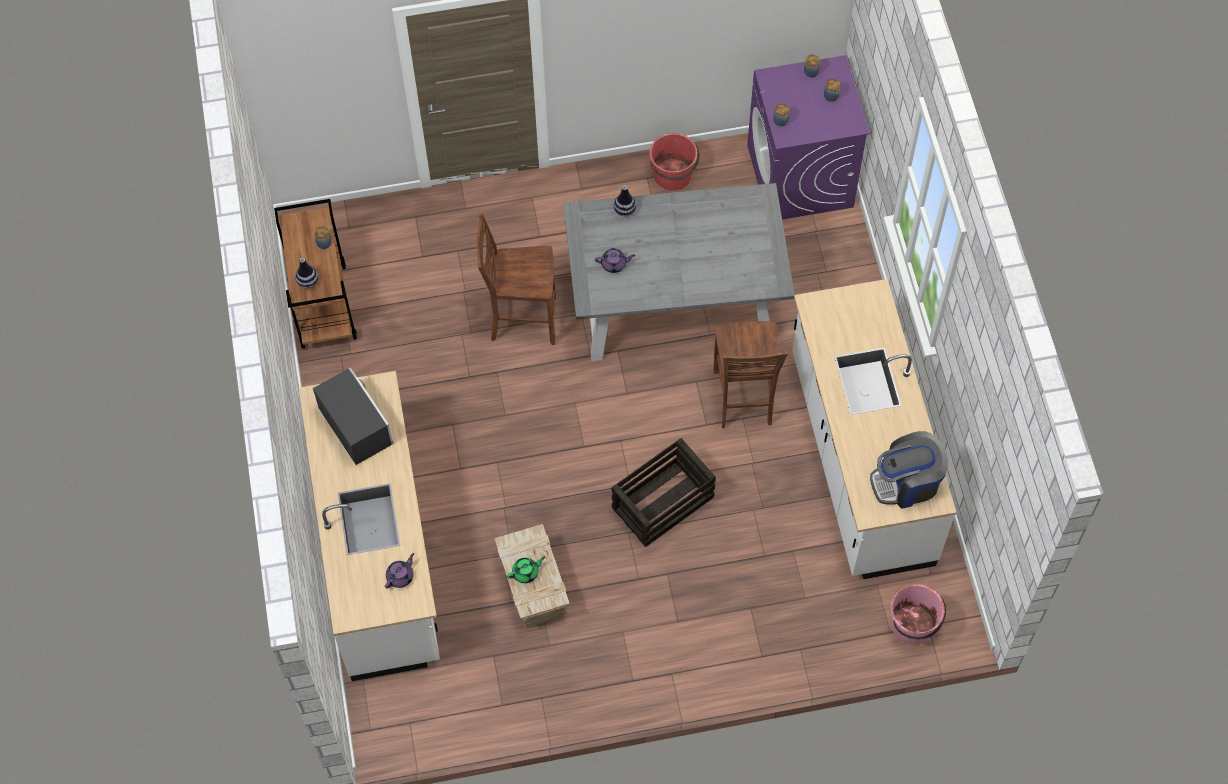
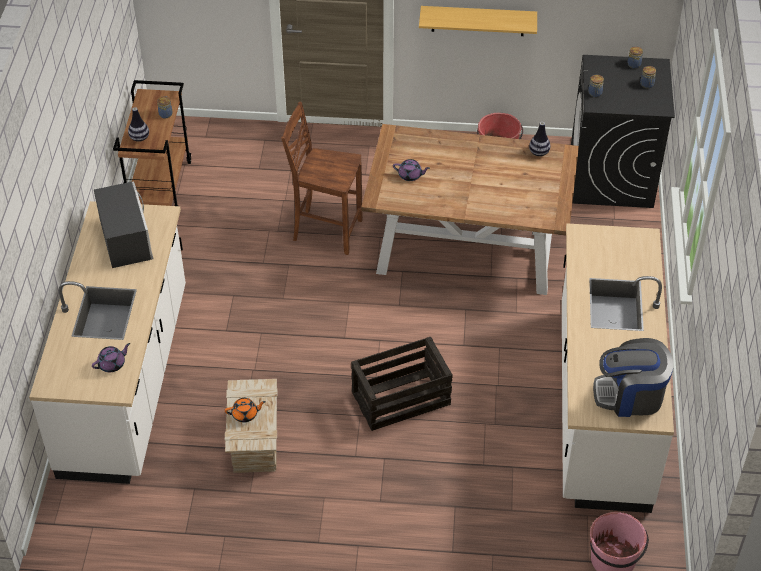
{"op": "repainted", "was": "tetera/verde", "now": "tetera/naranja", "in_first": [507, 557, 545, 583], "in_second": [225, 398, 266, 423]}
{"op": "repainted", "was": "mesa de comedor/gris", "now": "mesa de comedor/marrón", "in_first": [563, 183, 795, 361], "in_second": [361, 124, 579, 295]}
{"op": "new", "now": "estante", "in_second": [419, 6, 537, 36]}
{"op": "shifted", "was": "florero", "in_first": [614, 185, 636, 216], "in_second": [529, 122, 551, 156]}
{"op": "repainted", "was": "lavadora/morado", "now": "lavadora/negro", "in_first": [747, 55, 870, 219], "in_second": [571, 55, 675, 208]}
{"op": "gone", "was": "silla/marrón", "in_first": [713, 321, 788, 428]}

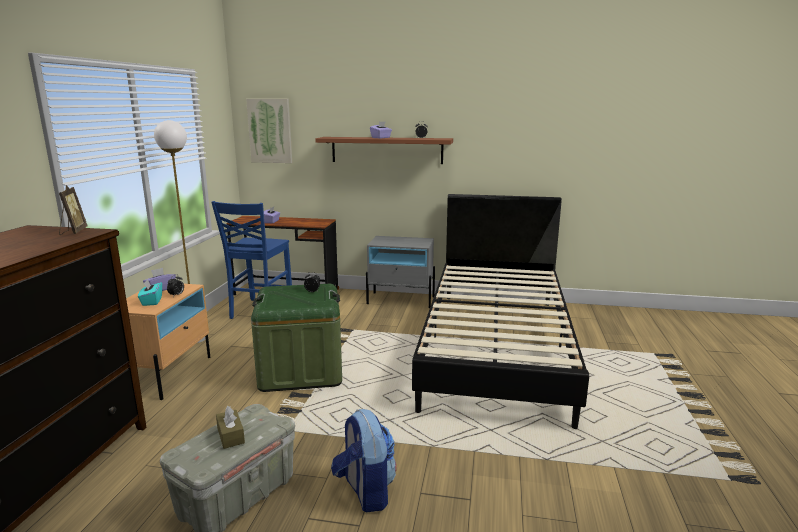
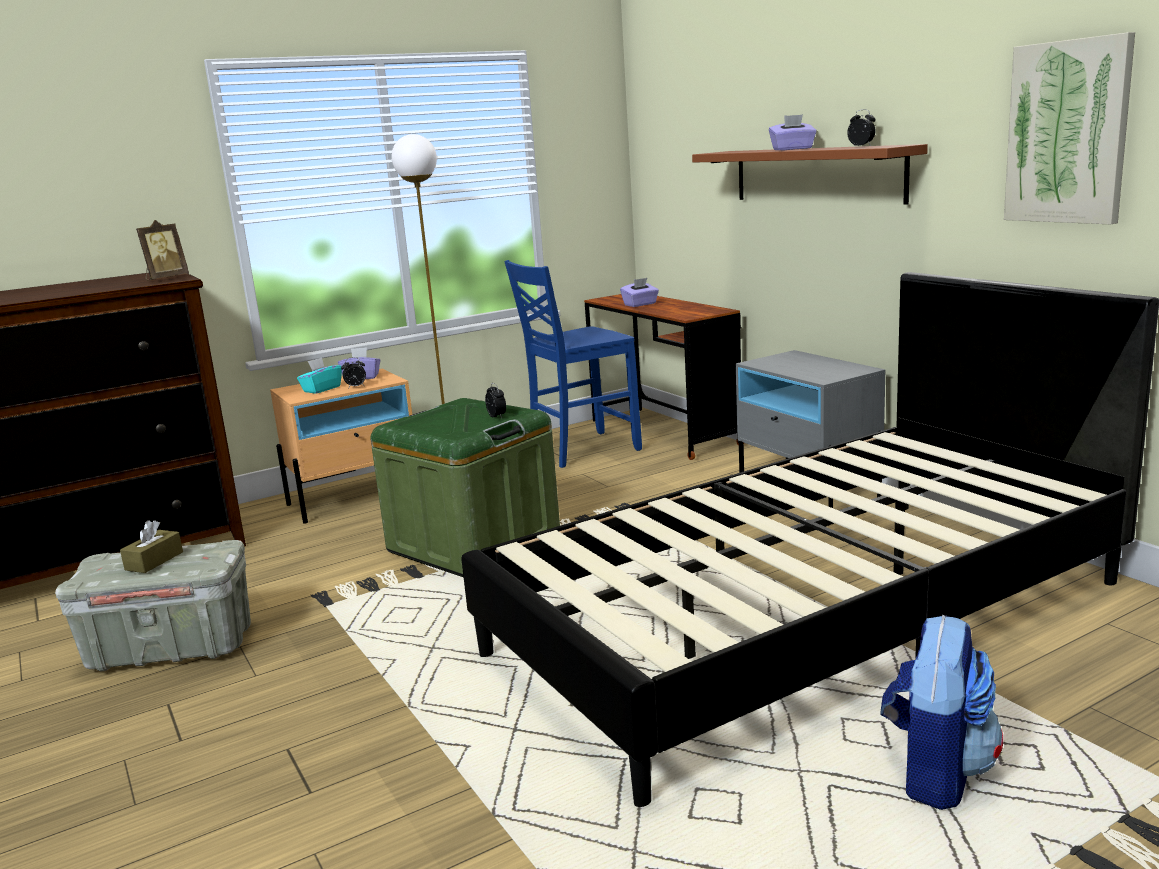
{"op": "shifted", "was": "mochila", "in_first": [331, 409, 396, 512], "in_second": [880, 614, 1003, 810]}
{"op": "shifted", "was": "cuadro", "in_first": [246, 99, 292, 163], "in_second": [1004, 32, 1135, 224]}

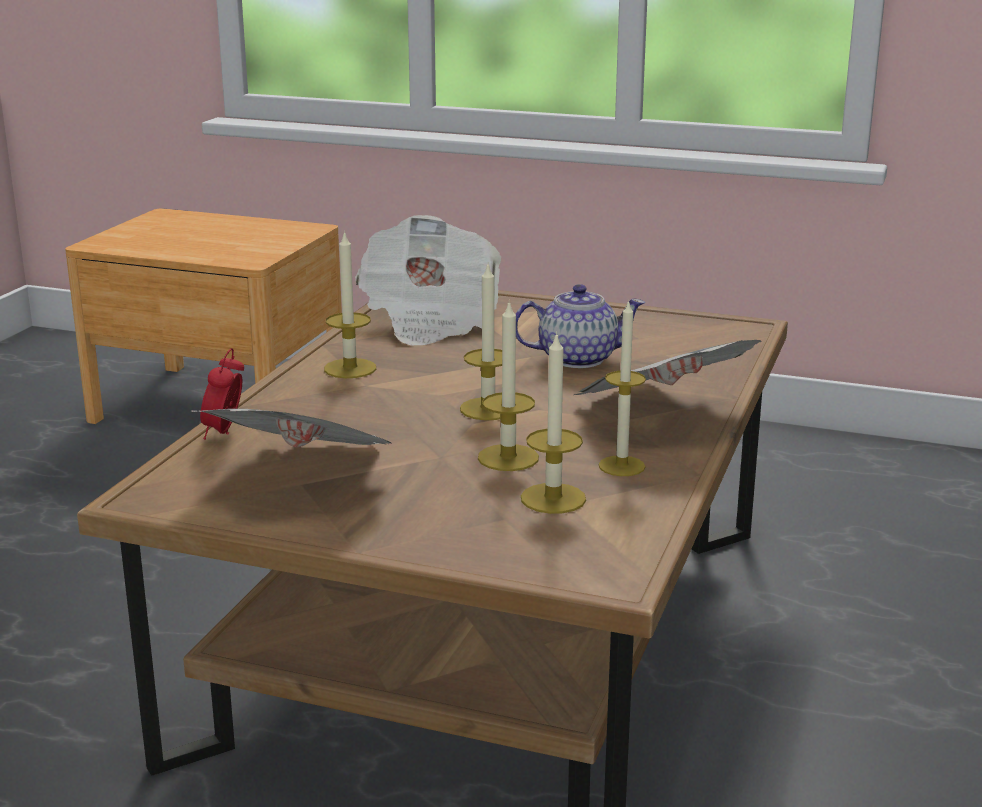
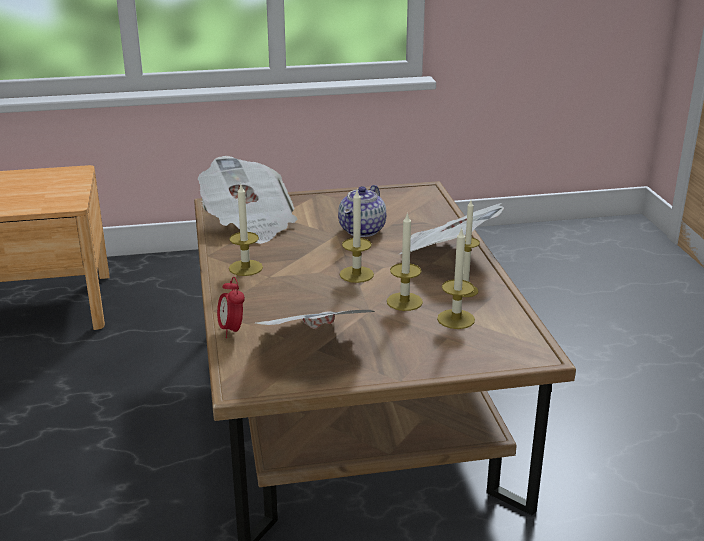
{"op": "rotated", "was": "tetera", "in_first": [516, 284, 646, 368], "in_second": [338, 185, 386, 237], "clockwise": 150}

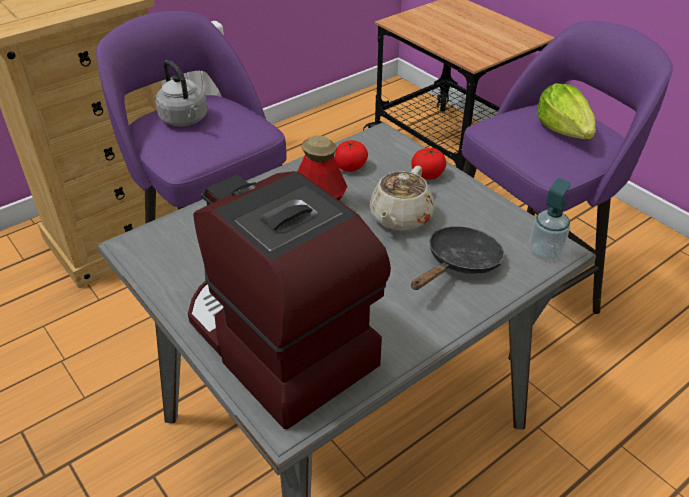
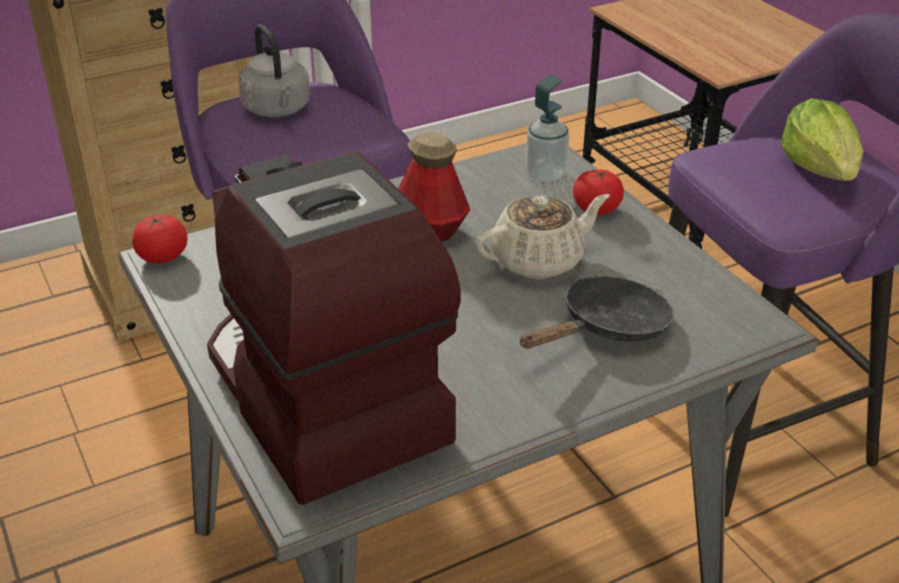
{"op": "shifted", "was": "tomate", "in_first": [335, 140, 368, 172], "in_second": [132, 215, 187, 264]}
{"op": "rotated", "was": "tetera/beis", "in_first": [369, 166, 434, 231], "in_second": [474, 194, 609, 280], "clockwise": -150}
{"op": "shifted", "was": "dispensador de jabón", "in_first": [529, 178, 571, 261], "in_second": [526, 75, 569, 182]}

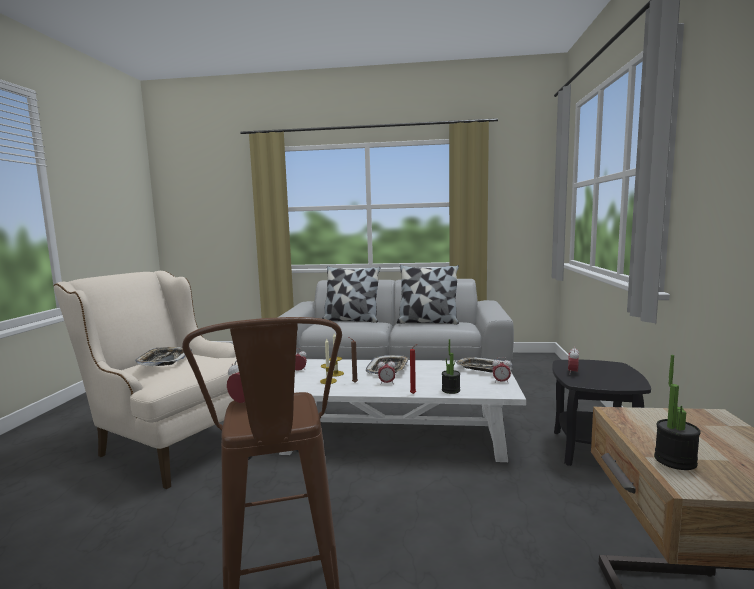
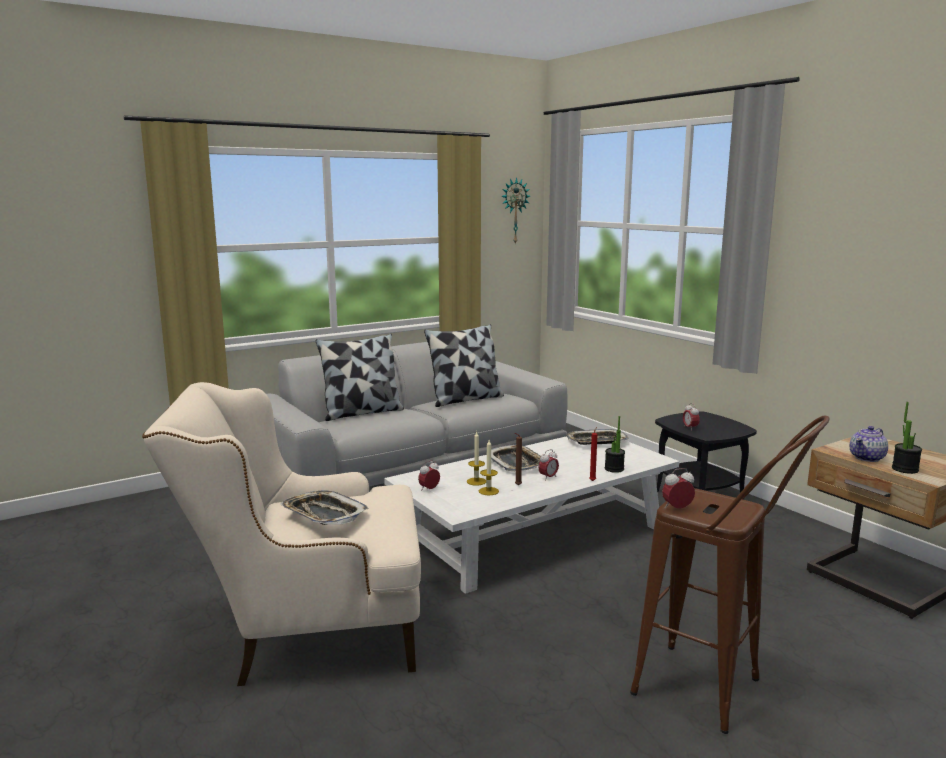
{"op": "new", "now": "reloj de pared", "in_second": [501, 177, 530, 245]}
{"op": "new", "now": "tetera", "in_second": [850, 426, 888, 462]}
{"op": "gone", "was": "despertador", "in_first": [492, 357, 511, 382]}

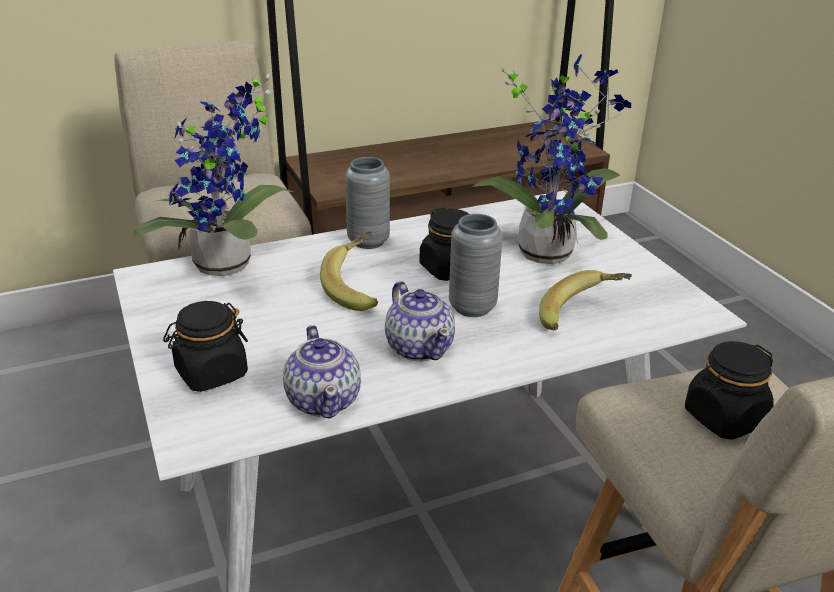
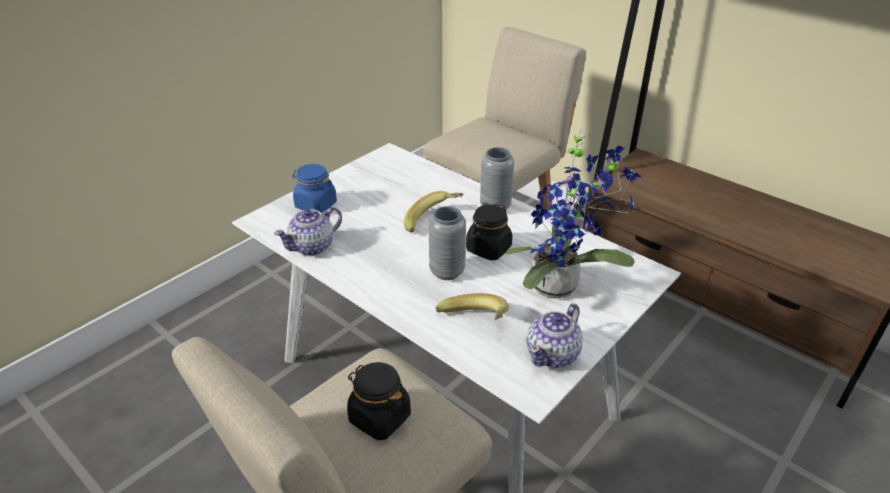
{"op": "repainted", "was": "tarro/negro", "now": "tarro/azul", "in_first": [163, 301, 248, 392], "in_second": [292, 164, 337, 213]}
{"op": "shifted", "was": "tetera", "in_first": [385, 281, 455, 361], "in_second": [526, 304, 583, 368]}
{"op": "gone", "was": "planta en maceta", "in_first": [133, 74, 293, 276]}

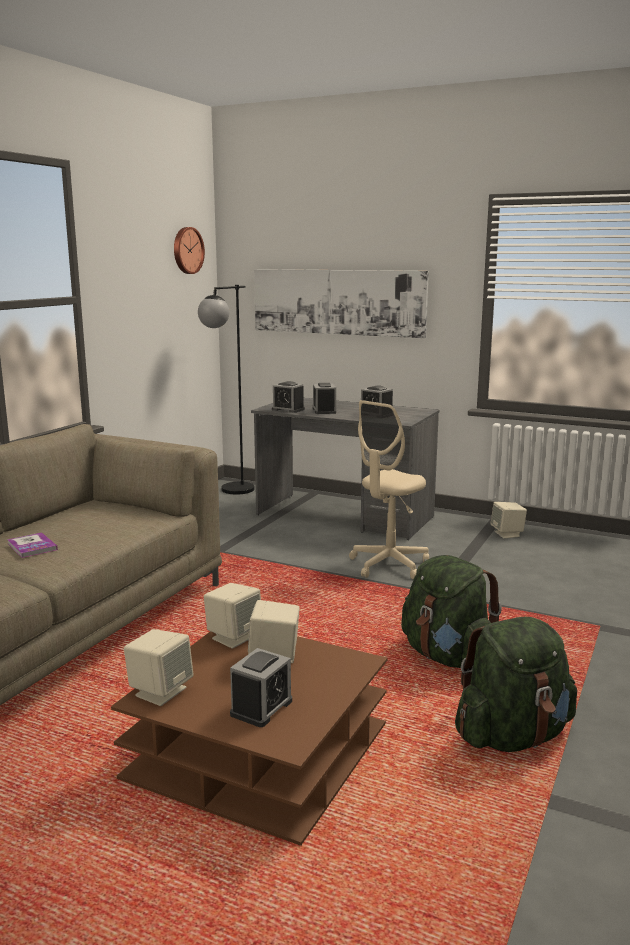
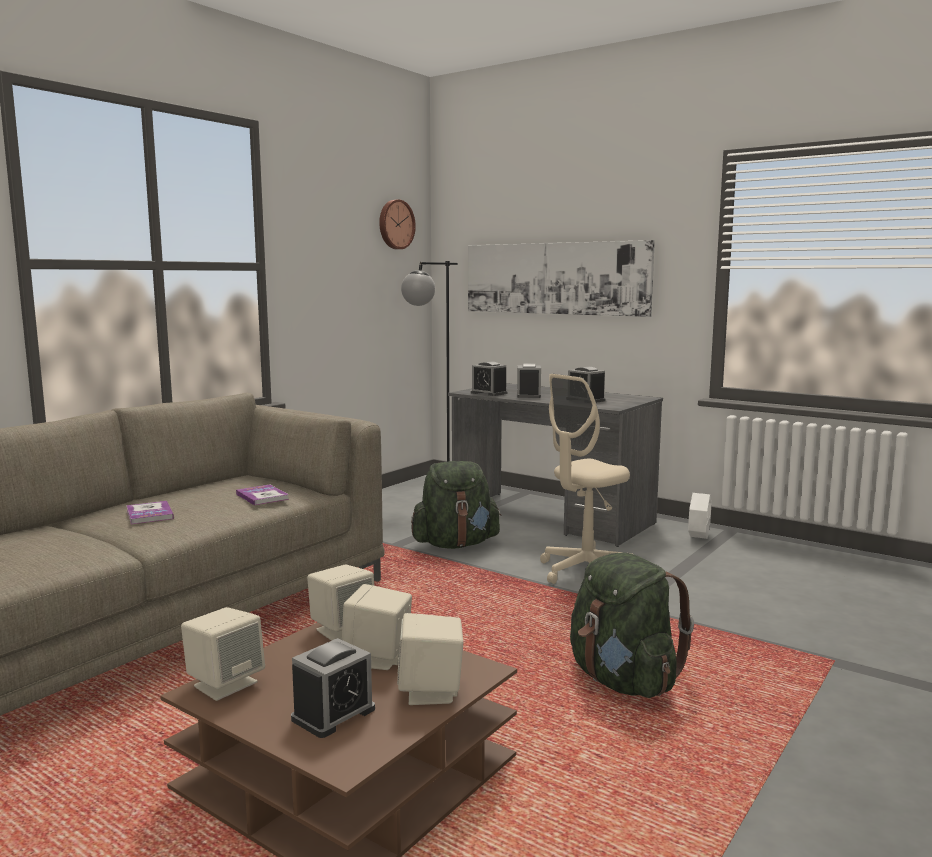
{"op": "new", "now": "libro", "in_second": [236, 484, 289, 505]}
{"op": "shifted", "was": "altavoz/beis", "in_first": [490, 502, 527, 538], "in_second": [397, 613, 463, 705]}
{"op": "shifted", "was": "mochila/verde", "in_first": [455, 617, 577, 752], "in_second": [411, 461, 502, 549]}
{"op": "new", "now": "maceta/blanco", "in_second": [688, 493, 712, 539]}

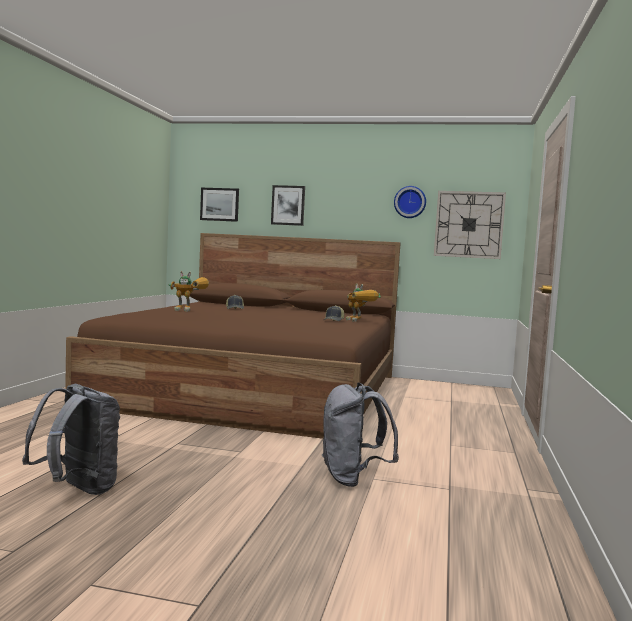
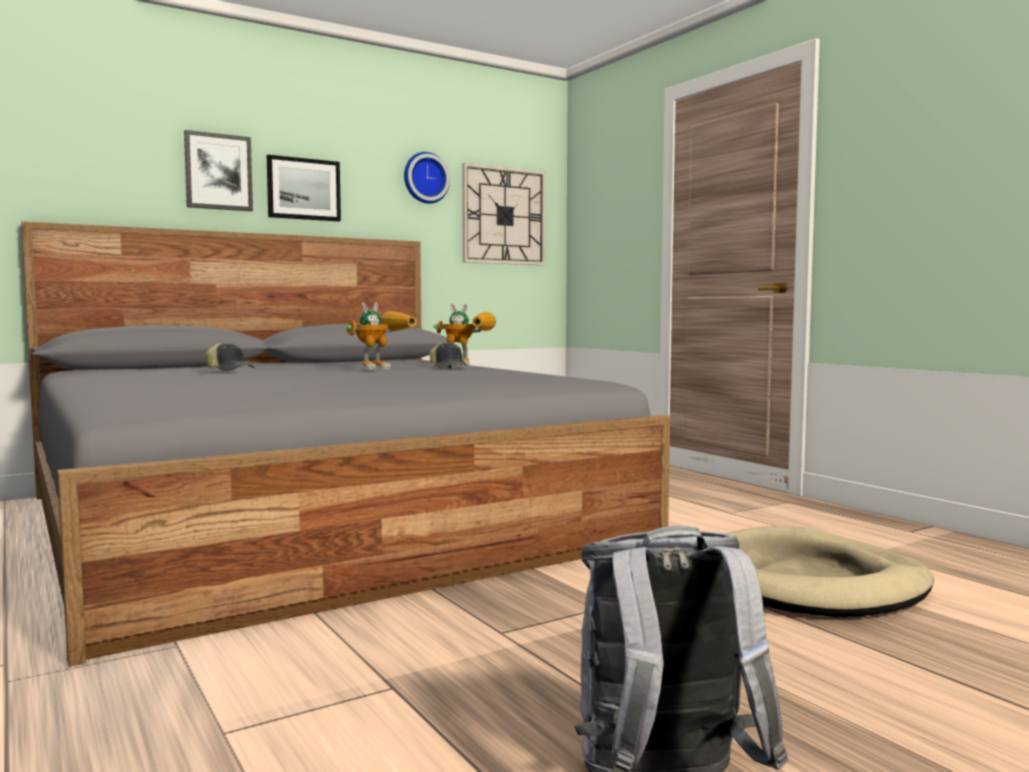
{"op": "repainted", "was": "cama/marrón", "now": "cama/gris", "in_first": [65, 233, 401, 439], "in_second": [21, 221, 670, 667]}
{"op": "shifted", "was": "cuadro", "in_first": [200, 188, 239, 222], "in_second": [267, 155, 341, 221]}
{"op": "shifted", "was": "robot de juguete", "in_first": [169, 271, 209, 311], "in_second": [346, 302, 417, 370]}
{"op": "swapped", "was": "mochila/gris", "now": "cama para perro/beis", "in_first": [322, 382, 399, 487], "in_second": [726, 526, 934, 617]}

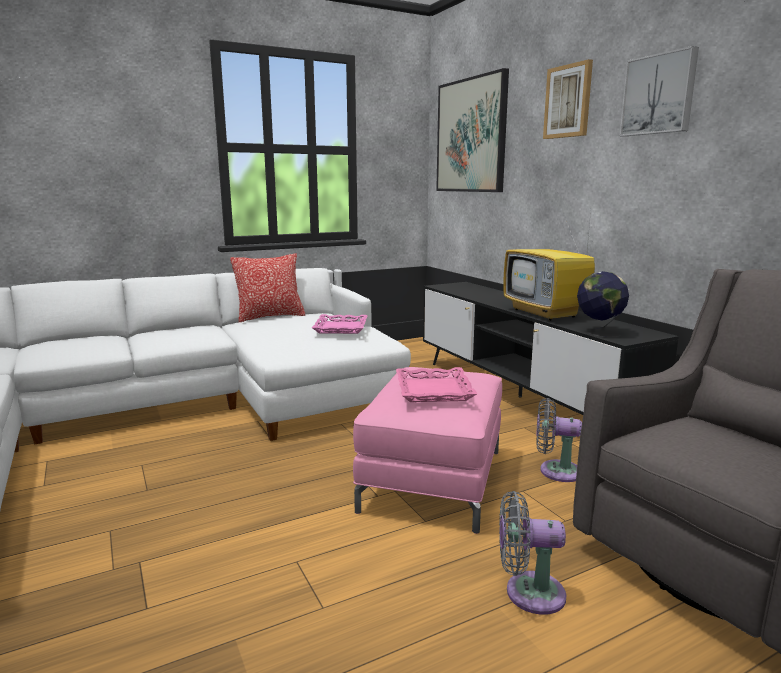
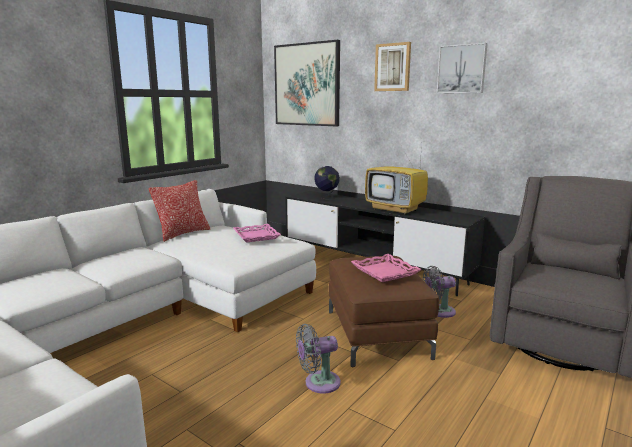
{"op": "shifted", "was": "ventilador/gris", "in_first": [499, 491, 566, 615], "in_second": [296, 324, 341, 393]}
{"op": "shifted", "was": "globo terráqueo", "in_first": [577, 271, 629, 337], "in_second": [314, 166, 340, 200]}
{"op": "repainted", "was": "puf/rosa", "now": "puf/marrón", "in_first": [353, 367, 502, 534], "in_second": [329, 256, 439, 367]}

